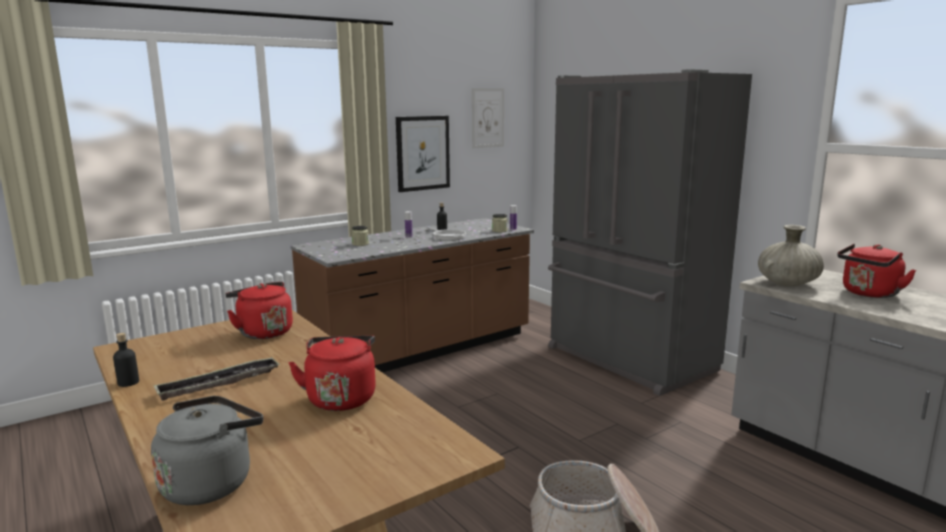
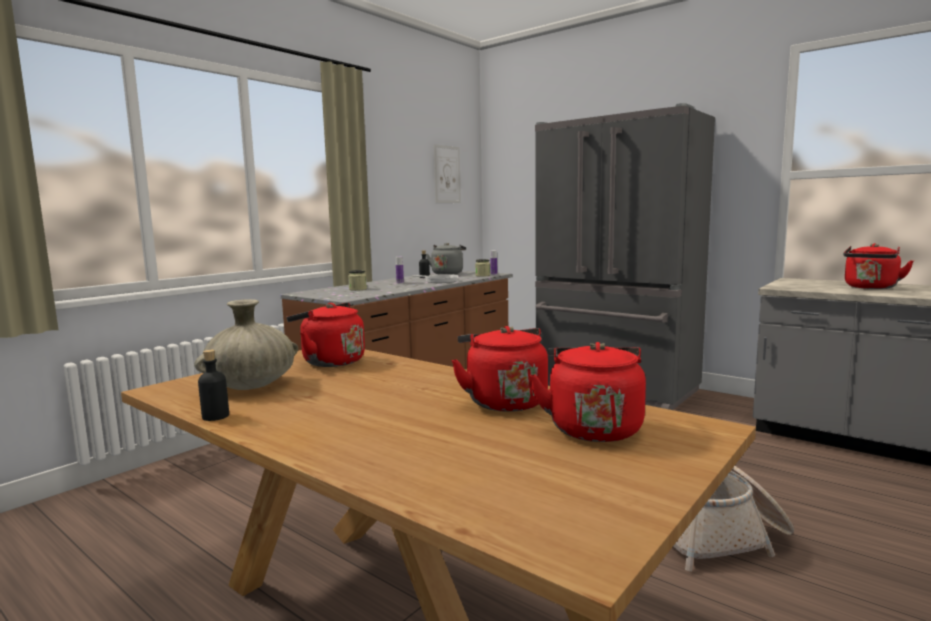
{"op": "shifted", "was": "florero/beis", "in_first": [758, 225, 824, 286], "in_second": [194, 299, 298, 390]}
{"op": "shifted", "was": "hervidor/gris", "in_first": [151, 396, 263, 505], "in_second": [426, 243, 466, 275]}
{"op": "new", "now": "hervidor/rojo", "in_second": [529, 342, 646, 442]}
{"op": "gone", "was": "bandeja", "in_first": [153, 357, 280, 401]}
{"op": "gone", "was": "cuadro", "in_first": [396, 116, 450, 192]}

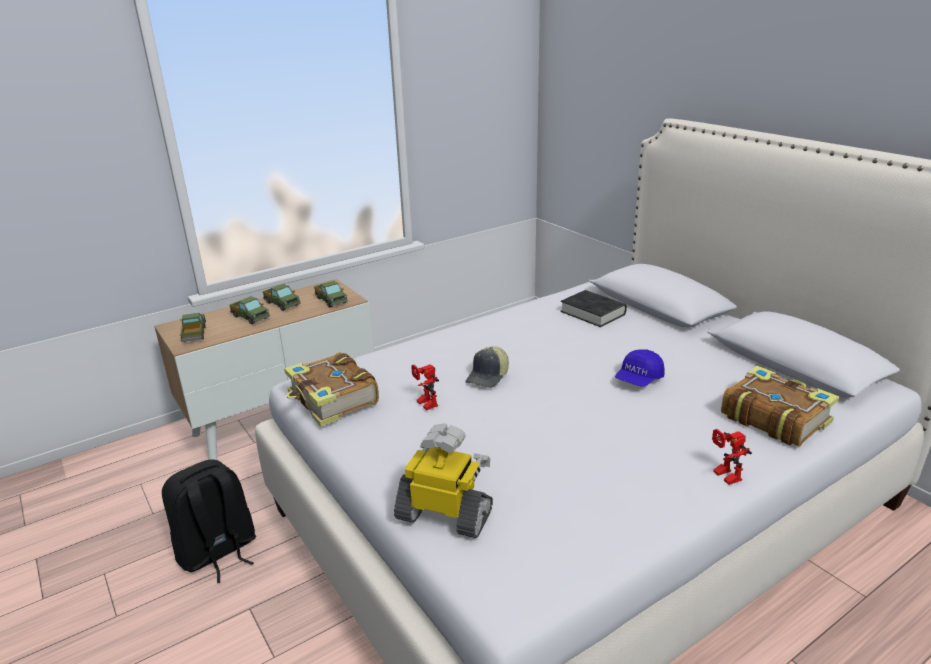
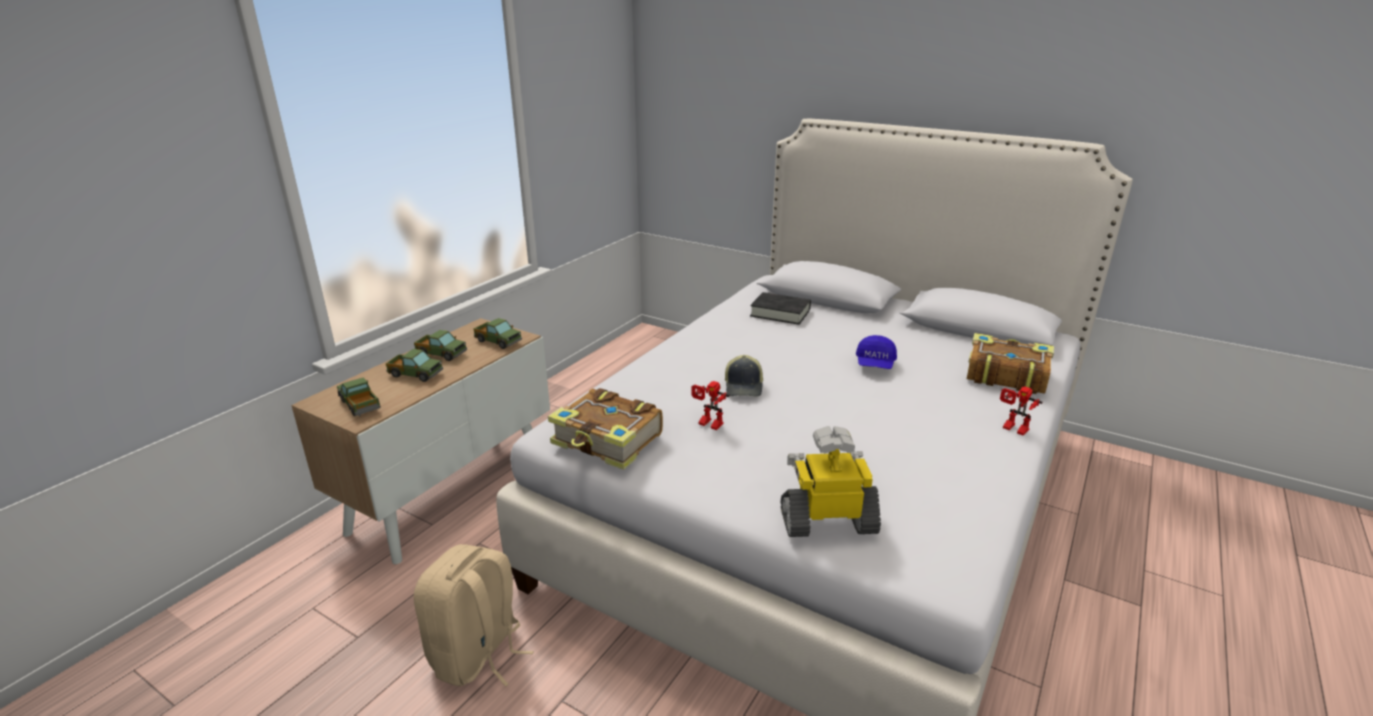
{"op": "repainted", "was": "mochila/negro", "now": "mochila/beis", "in_first": [162, 459, 256, 583], "in_second": [414, 544, 534, 687]}

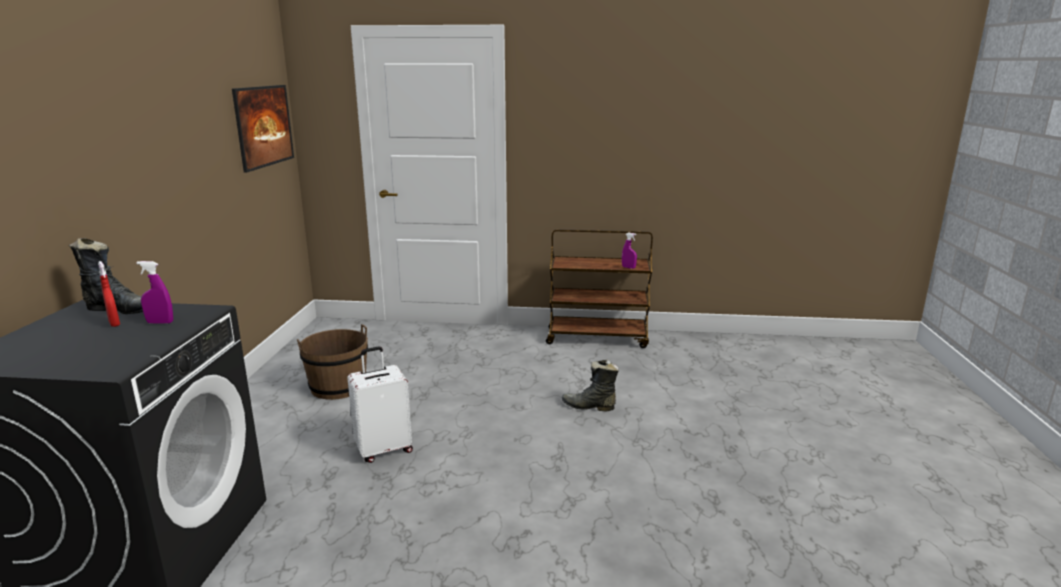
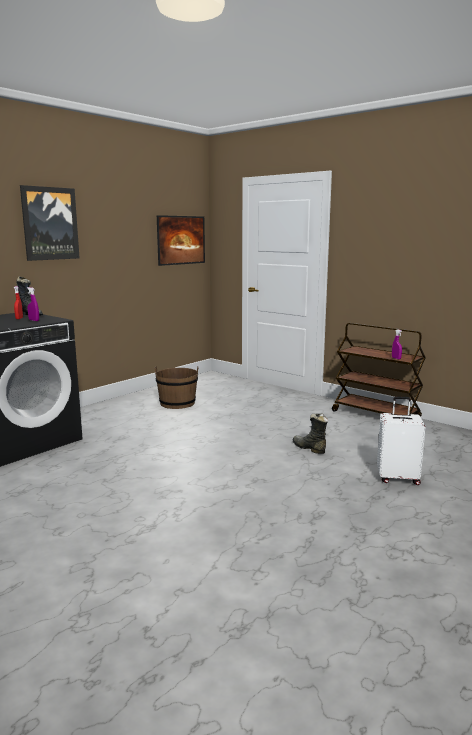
{"op": "new", "now": "cuadro", "in_second": [20, 185, 80, 261]}
{"op": "shifted", "was": "maleta/blanco", "in_first": [347, 346, 413, 463], "in_second": [377, 396, 426, 485]}

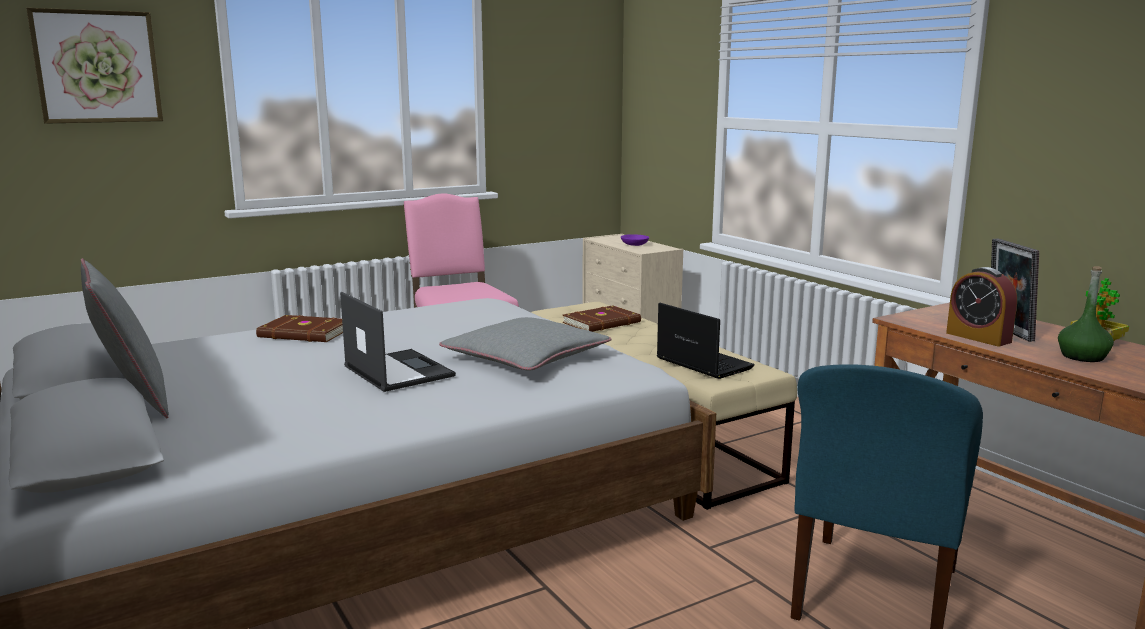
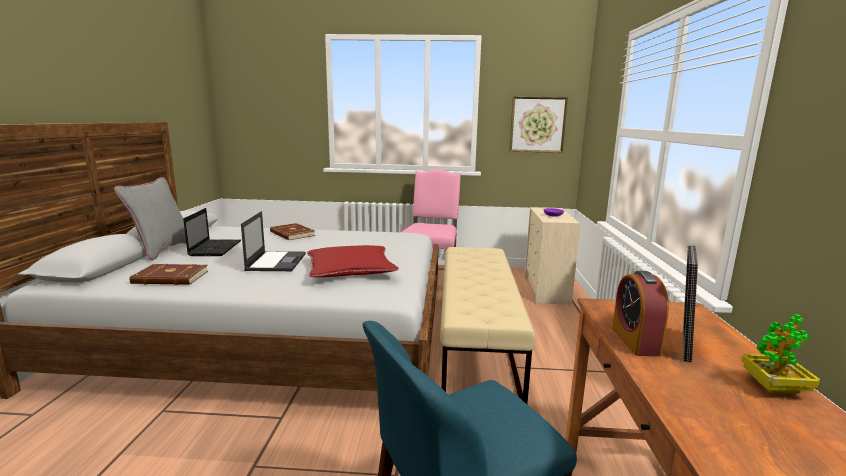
{"op": "shifted", "was": "libro/marrón", "in_first": [562, 305, 641, 332], "in_second": [129, 264, 208, 285]}
{"op": "shifted", "was": "portátil", "in_first": [657, 303, 755, 379], "in_second": [183, 208, 241, 256]}
{"op": "repainted", "was": "cojín/gris", "now": "cojín/rojo", "in_first": [439, 317, 611, 371], "in_second": [307, 245, 399, 277]}
{"op": "shifted", "was": "cuadro", "in_first": [26, 8, 163, 124], "in_second": [509, 97, 568, 153]}
{"op": "gone", "was": "botella/verde", "in_first": [1058, 266, 1114, 362]}

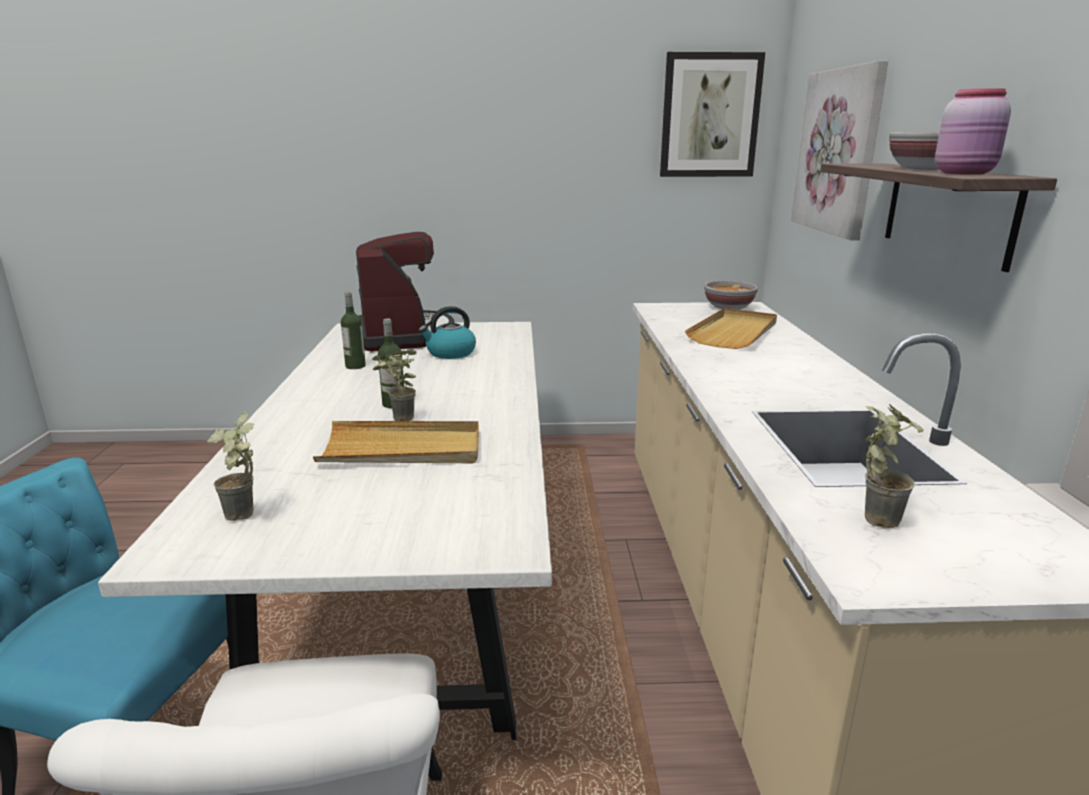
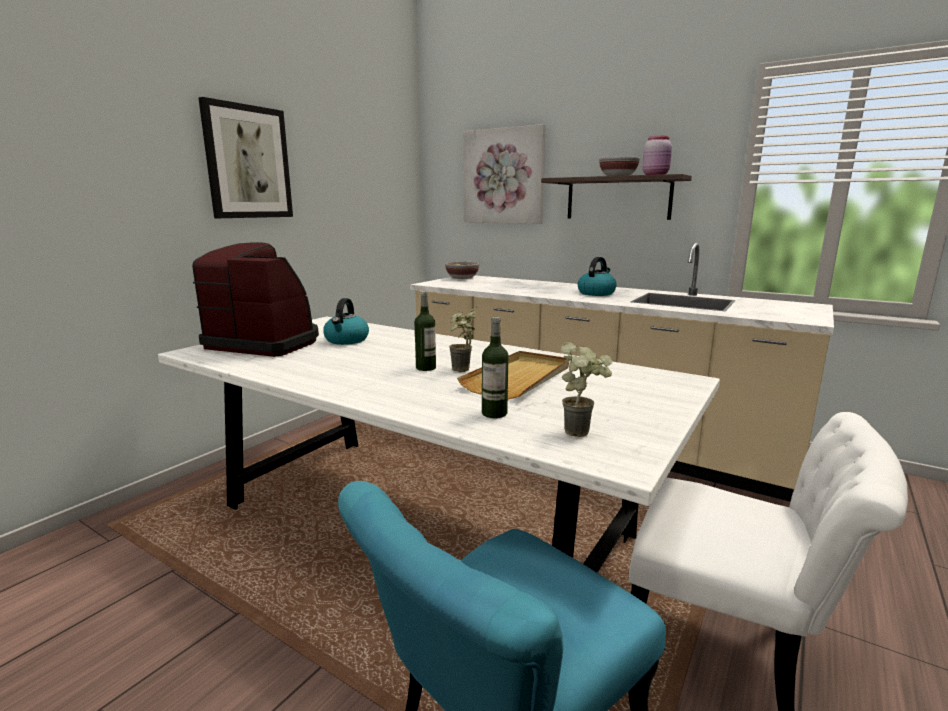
{"op": "shifted", "was": "cuadro", "in_first": [660, 52, 765, 177], "in_second": [198, 97, 293, 218]}
{"op": "shifted", "was": "botella", "in_first": [341, 292, 366, 369], "in_second": [482, 317, 508, 418]}
{"op": "new", "now": "hervidor", "in_second": [578, 257, 617, 296]}
{"op": "gone", "was": "bandeja/beis", "in_first": [685, 308, 777, 349]}
{"op": "gone", "was": "planta en maceta", "in_first": [865, 404, 924, 528]}

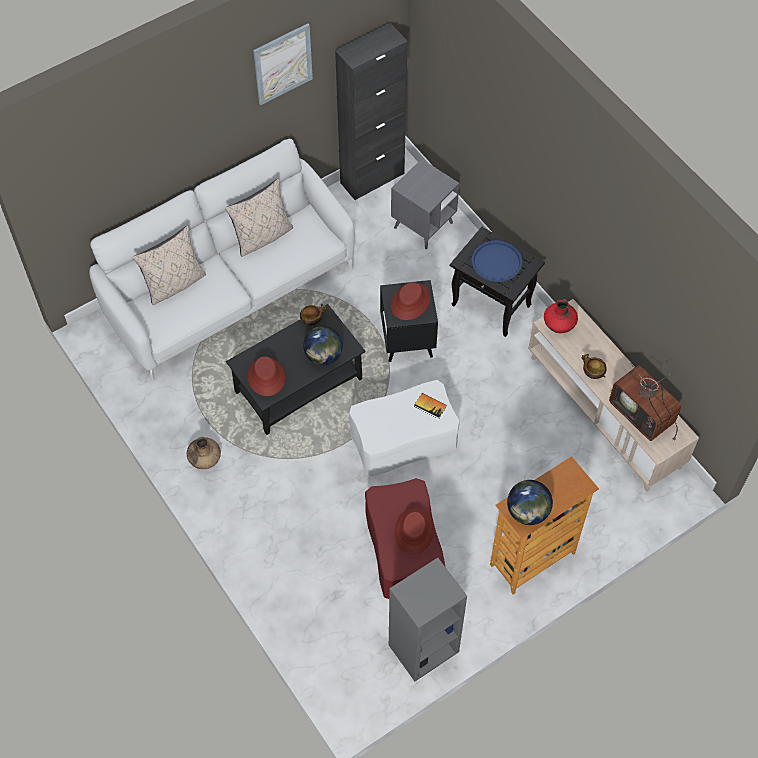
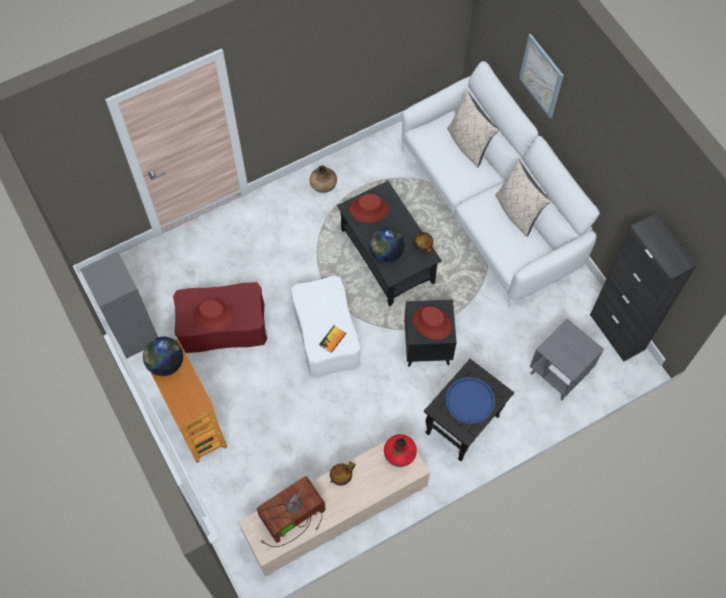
{"op": "shifted", "was": "cuadro", "in_first": [253, 24, 313, 105], "in_second": [519, 34, 564, 118]}

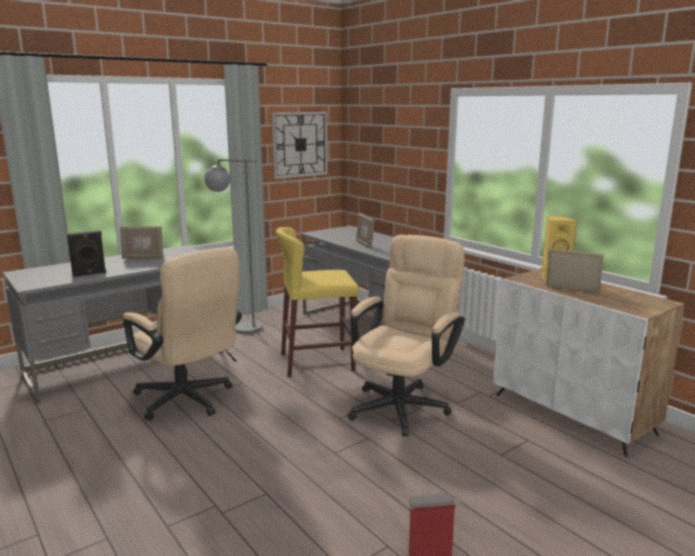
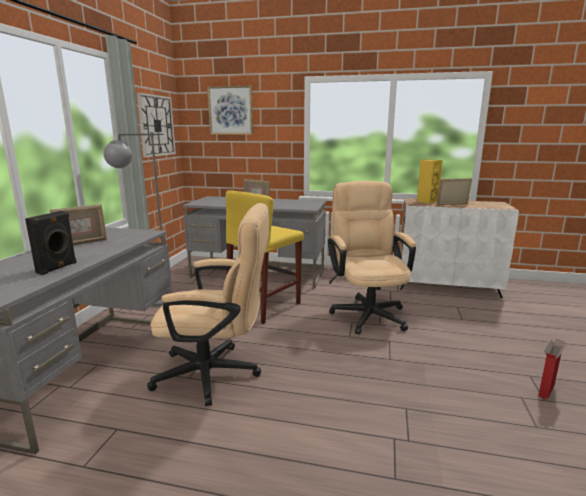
{"op": "new", "now": "cuadro", "in_second": [207, 85, 253, 135]}

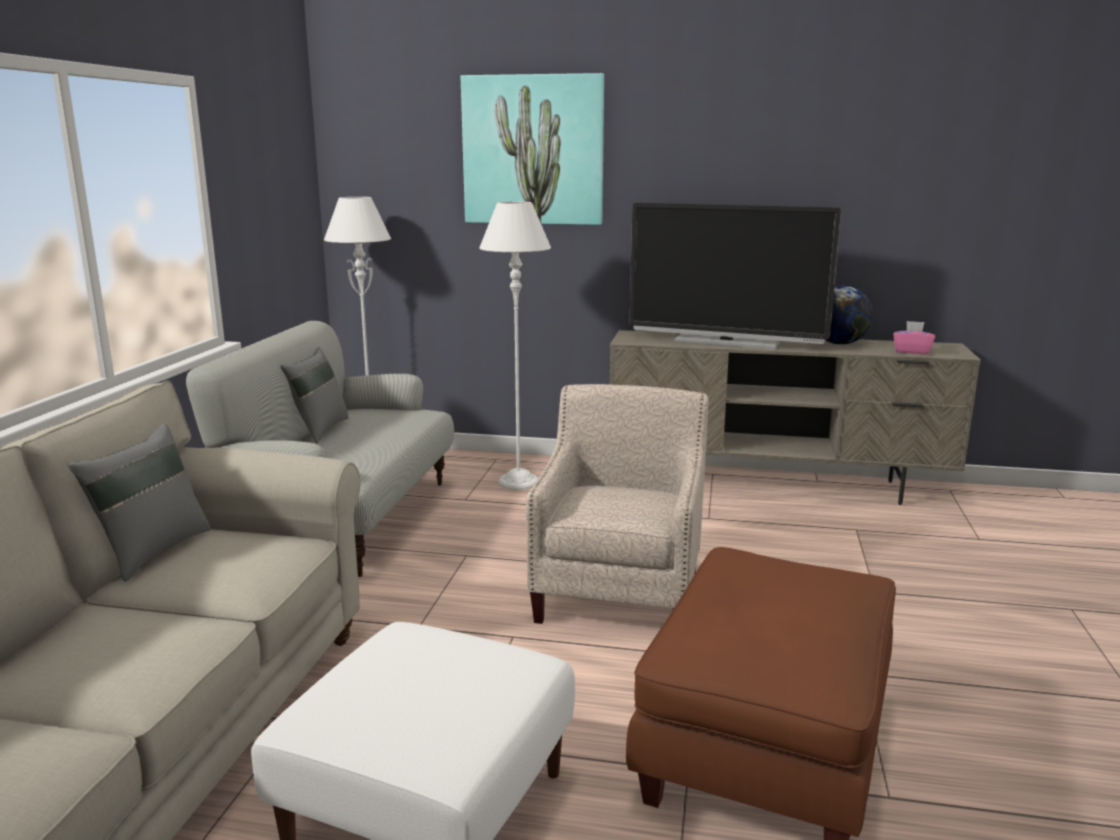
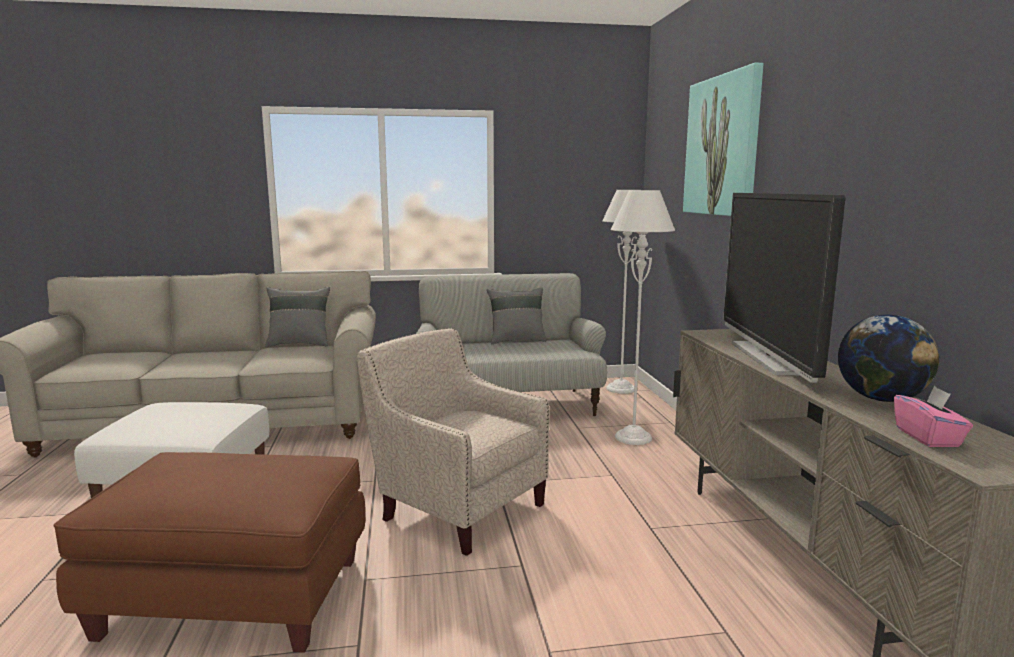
{"op": "rotated", "was": "sillón/beis", "in_first": [526, 384, 709, 624], "in_second": [357, 328, 550, 556], "clockwise": -135}

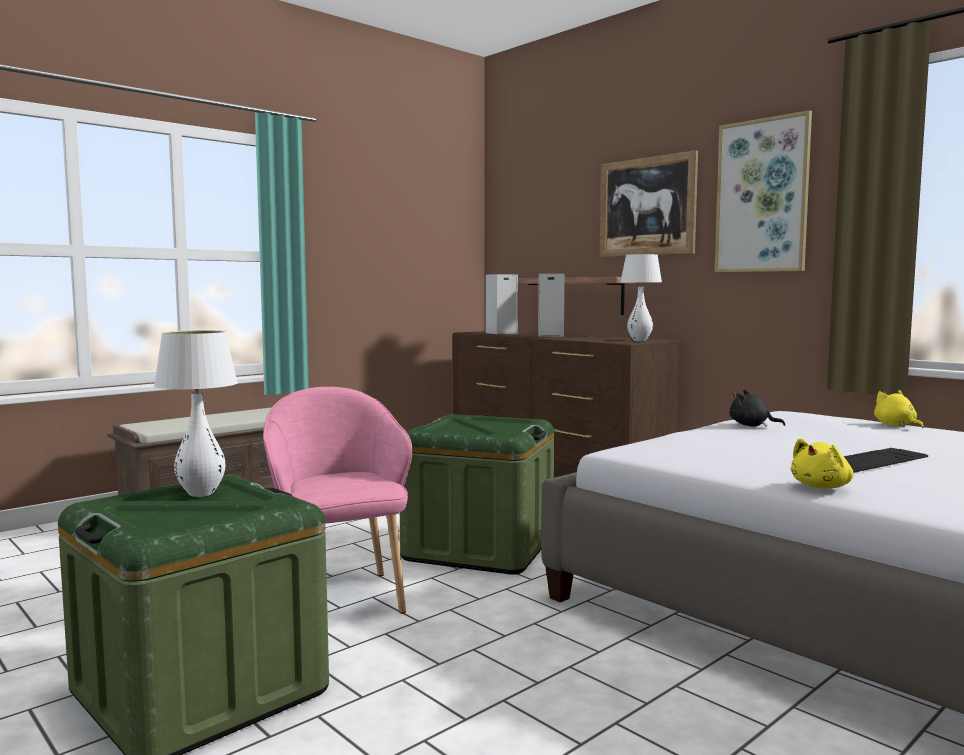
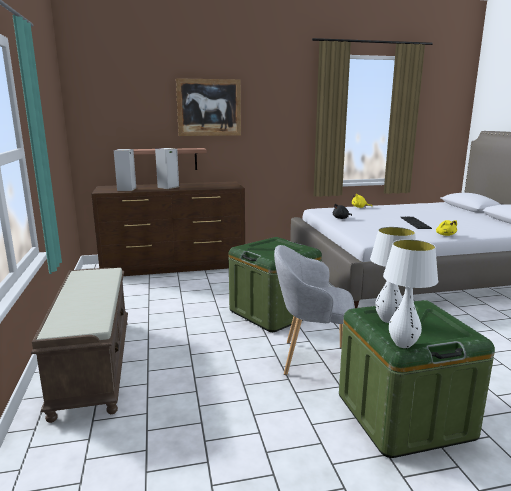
{"op": "repainted", "was": "sillón/rosa", "now": "sillón/gris", "in_first": [263, 387, 413, 613], "in_second": [274, 245, 355, 375]}
{"op": "shifted", "was": "lámpara de mesa/blanco", "in_first": [621, 254, 662, 341], "in_second": [383, 239, 438, 348]}
{"op": "gone", "was": "cuadro", "in_first": [715, 110, 812, 272]}

